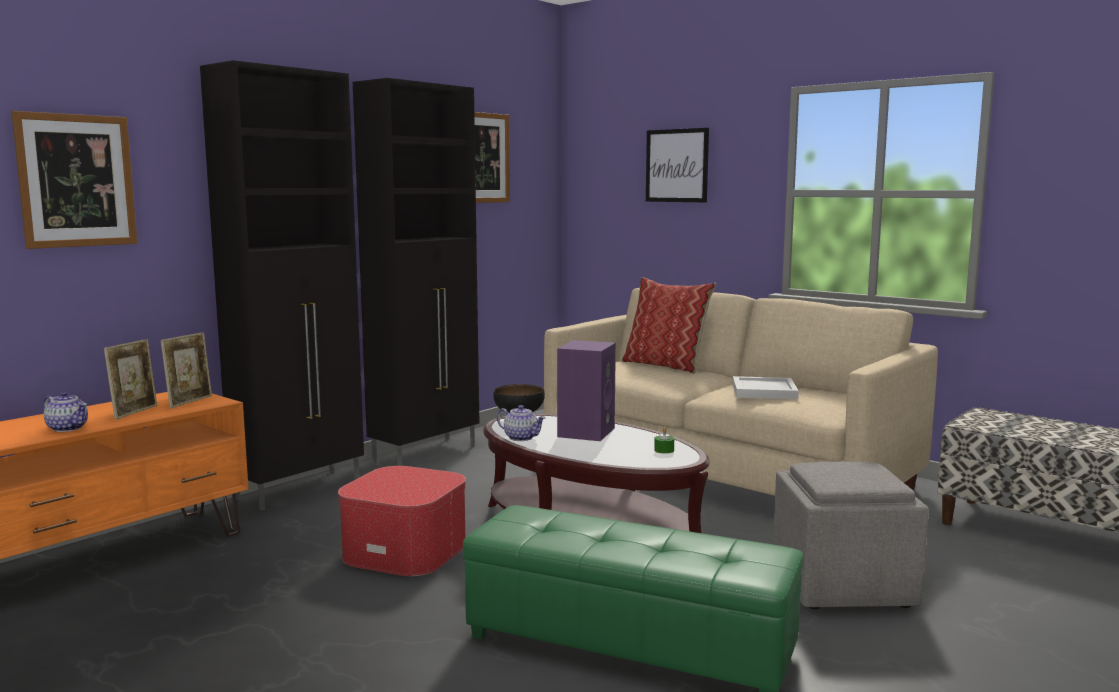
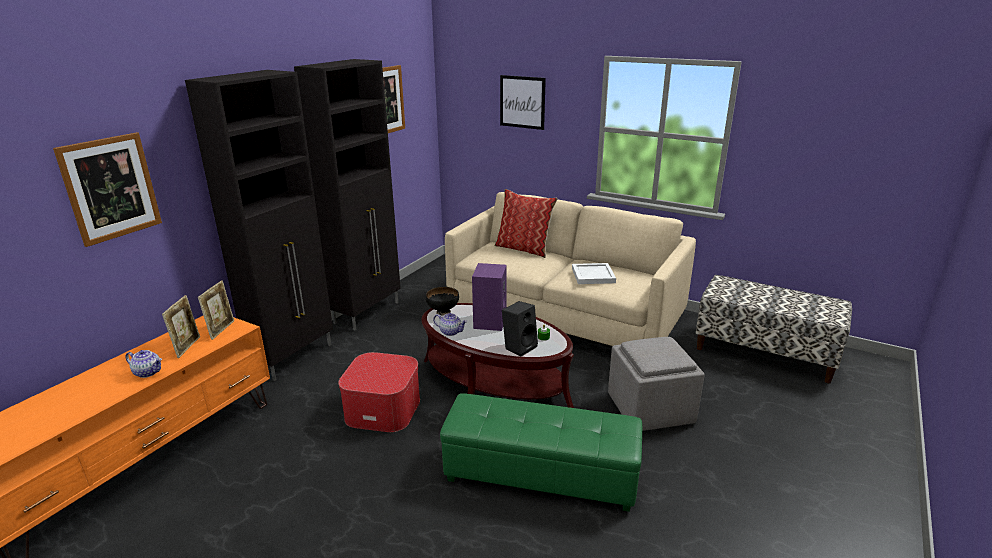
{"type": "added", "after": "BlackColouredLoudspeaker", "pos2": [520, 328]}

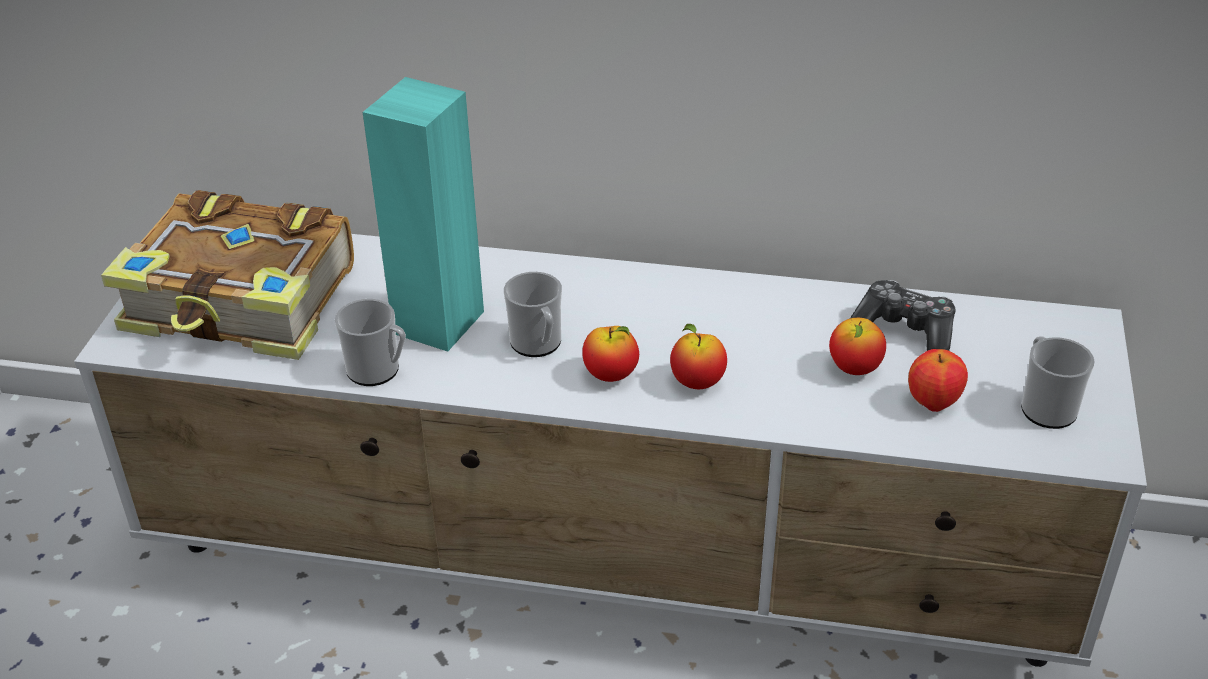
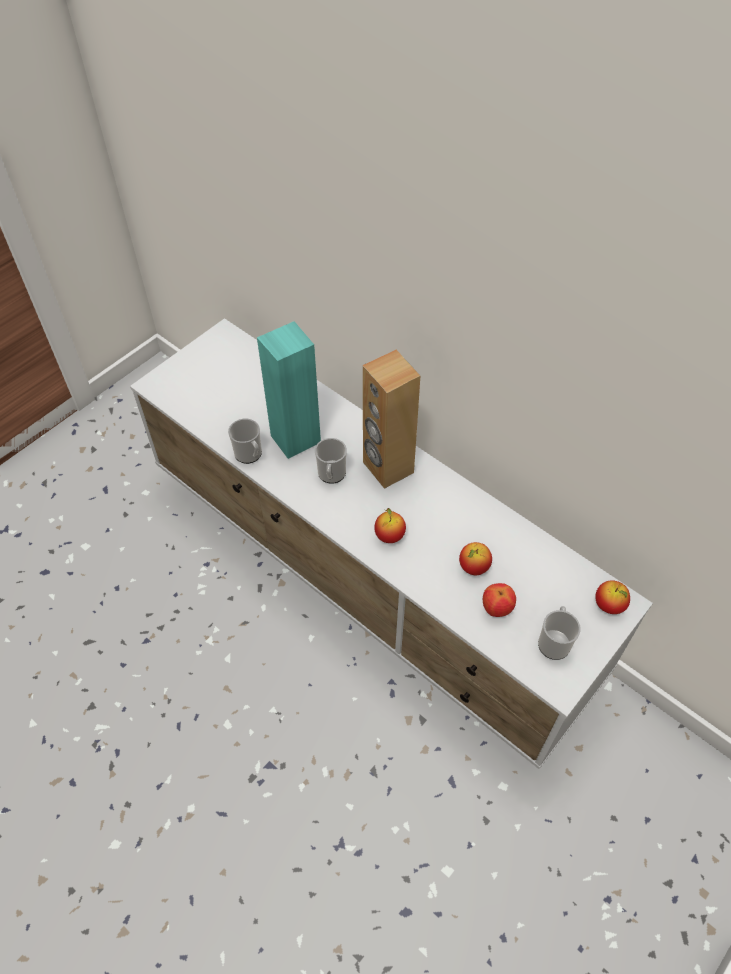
{"type": "removed", "before": "Volume", "pos1": [227, 275]}
{"type": "removed", "before": "GameController", "pos1": [903, 315]}
{"type": "moved", "before": "Apple", "pos1": [610, 354], "pos2": [612, 597]}
{"type": "added", "after": "BrownColouredLoudspeaker", "pos2": [391, 419]}

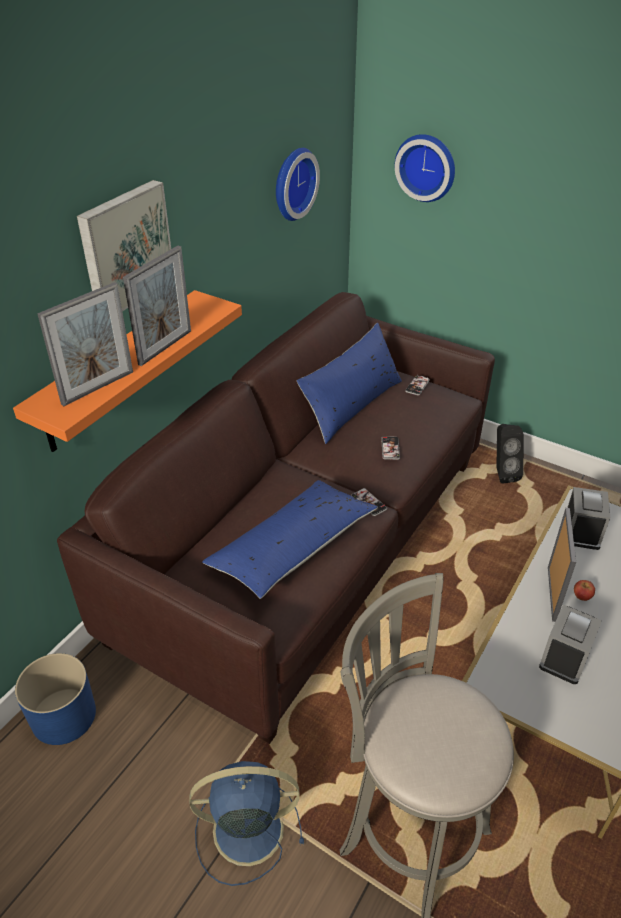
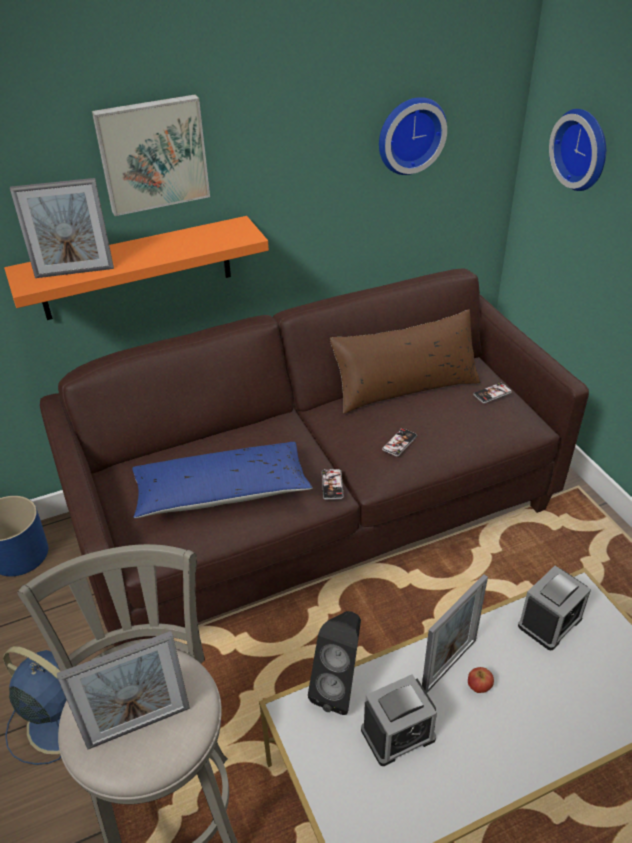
{"type": "moved", "before": "PictureFrame", "pos1": [157, 306], "pos2": [123, 690]}
{"type": "recoloured", "before": "BlueColouredThrowPillow", "after": "BrownColouredThrowPillow", "pos1": [349, 383], "pos2": [405, 362]}
{"type": "moved", "before": "BlackColouredLoudspeaker", "pos1": [510, 454], "pos2": [334, 663]}

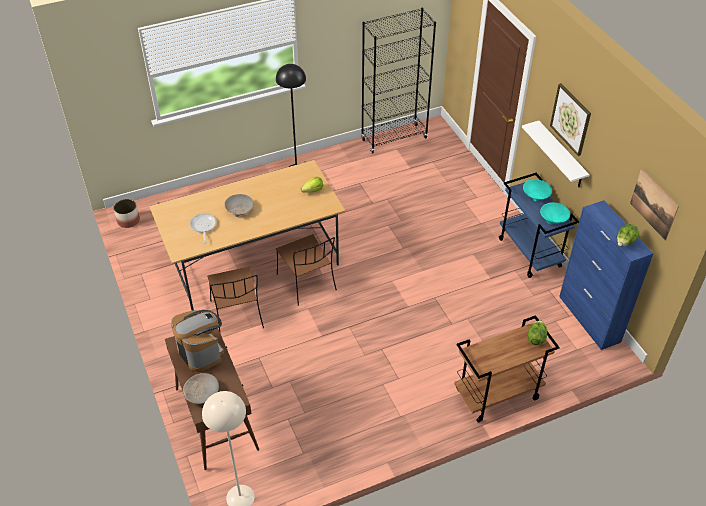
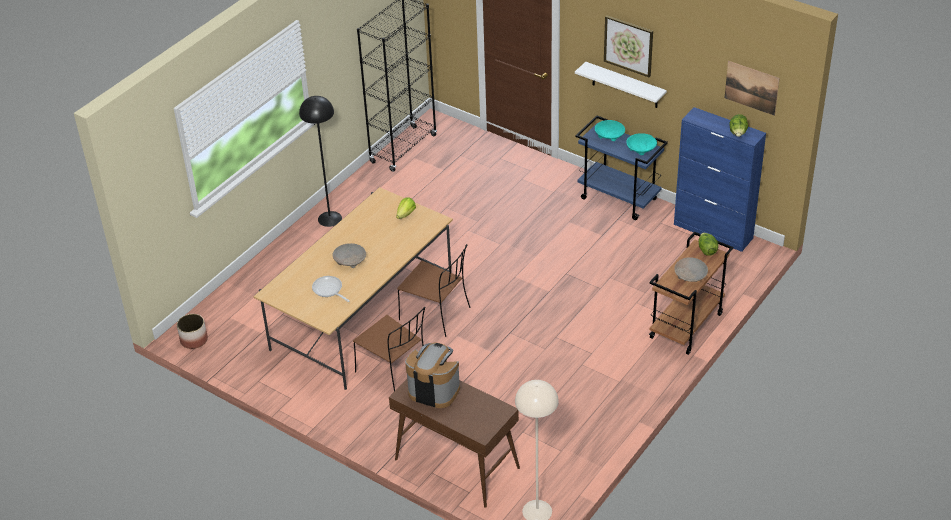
{"type": "moved", "before": "BeigeBowl", "pos1": [201, 388], "pos2": [691, 269]}

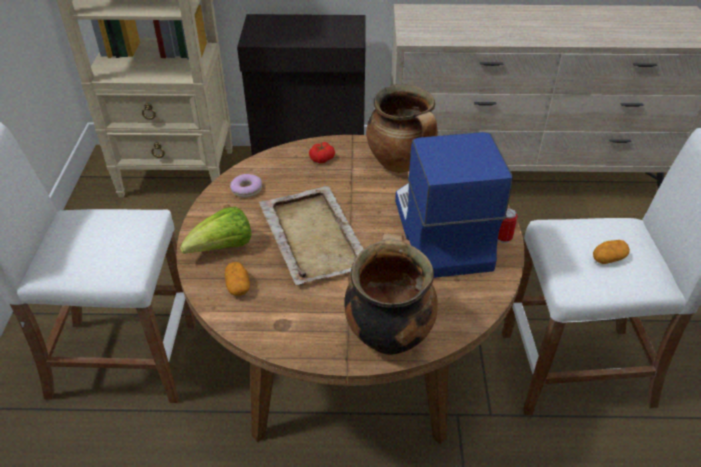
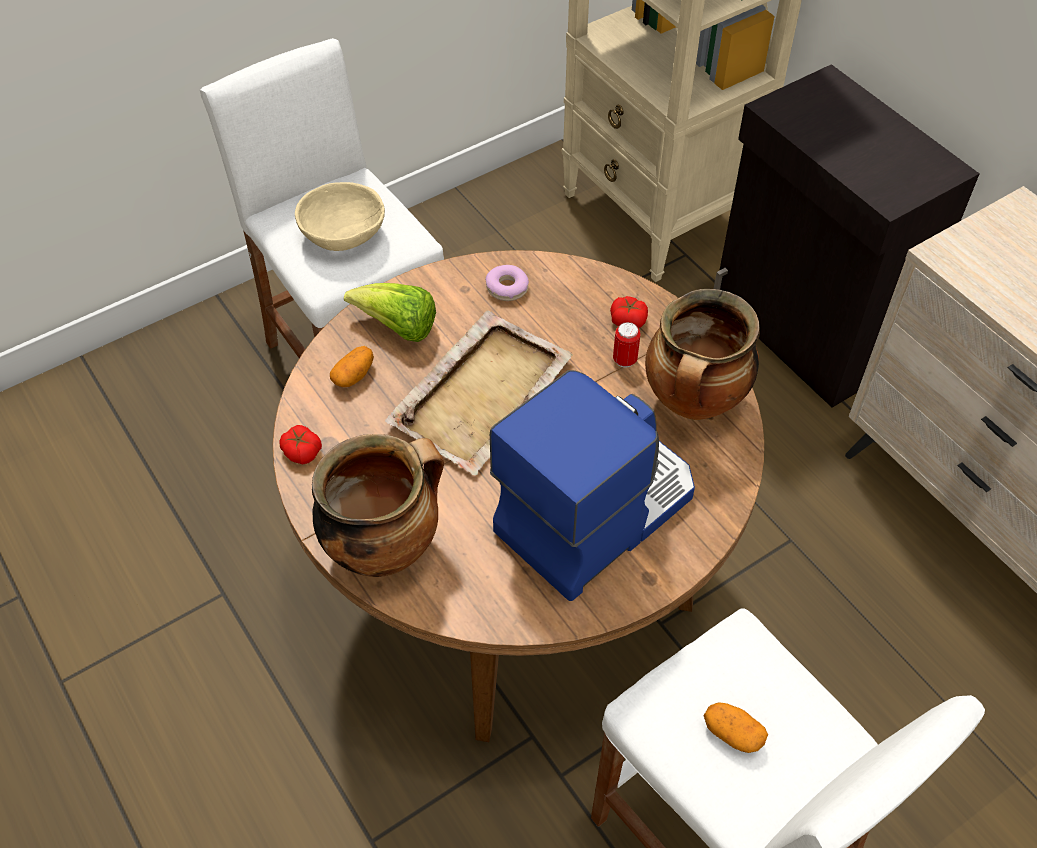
{"type": "moved", "before": "Can", "pos1": [508, 225], "pos2": [627, 345]}
{"type": "added", "after": "BeigeBowl", "pos2": [340, 216]}
{"type": "added", "after": "Tomato", "pos2": [300, 444]}

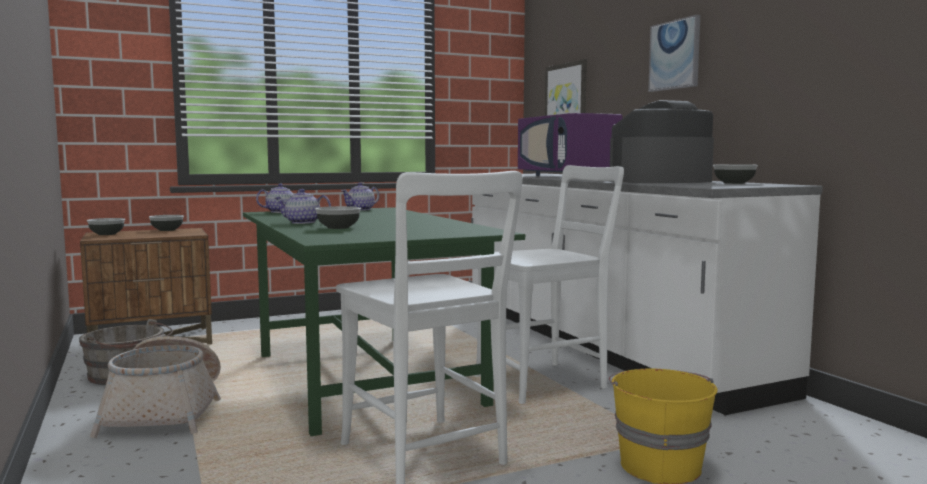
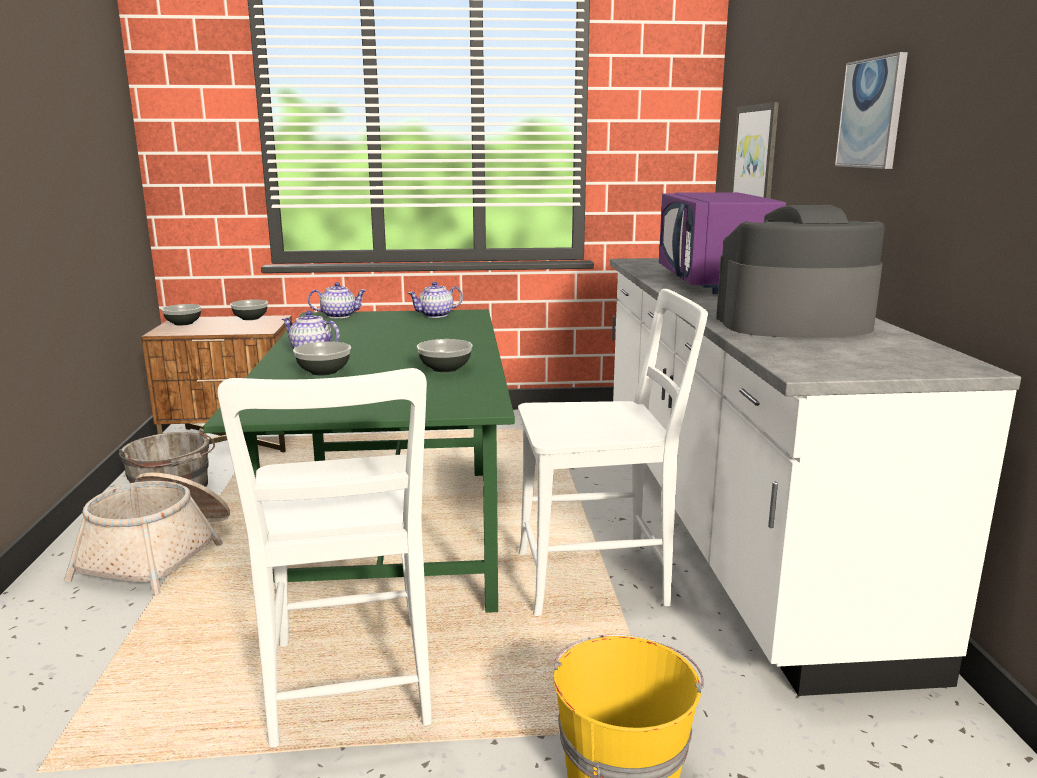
{"type": "moved", "before": "Bowl", "pos1": [735, 174], "pos2": [445, 355]}

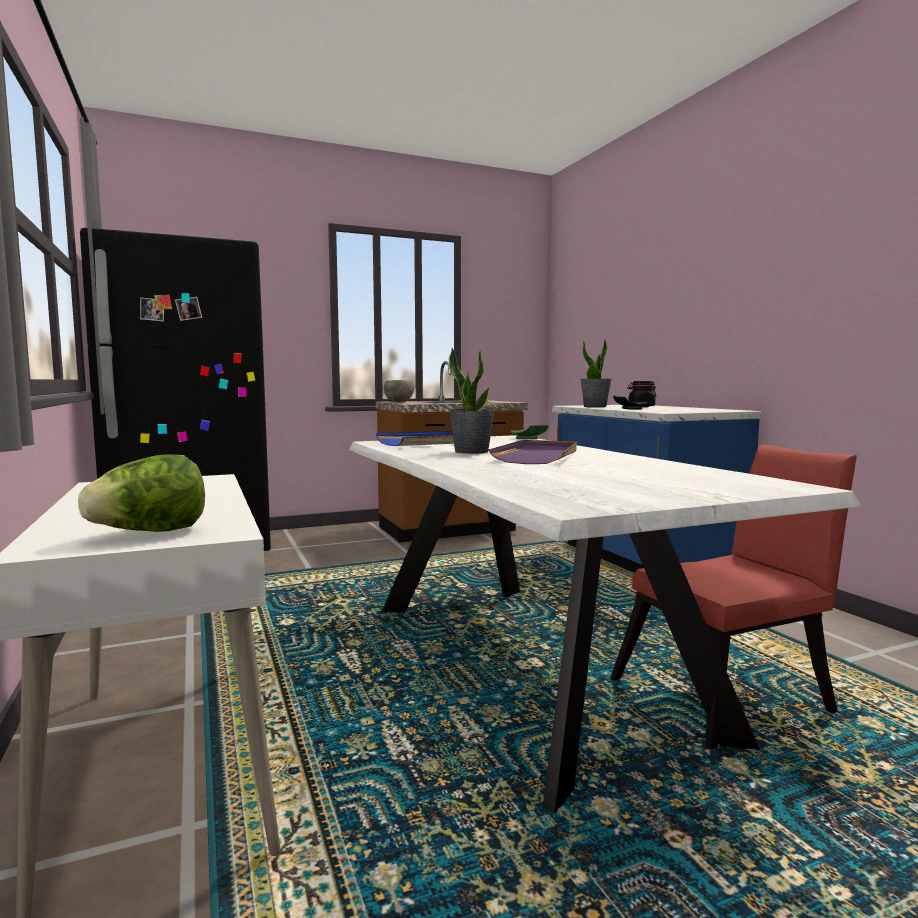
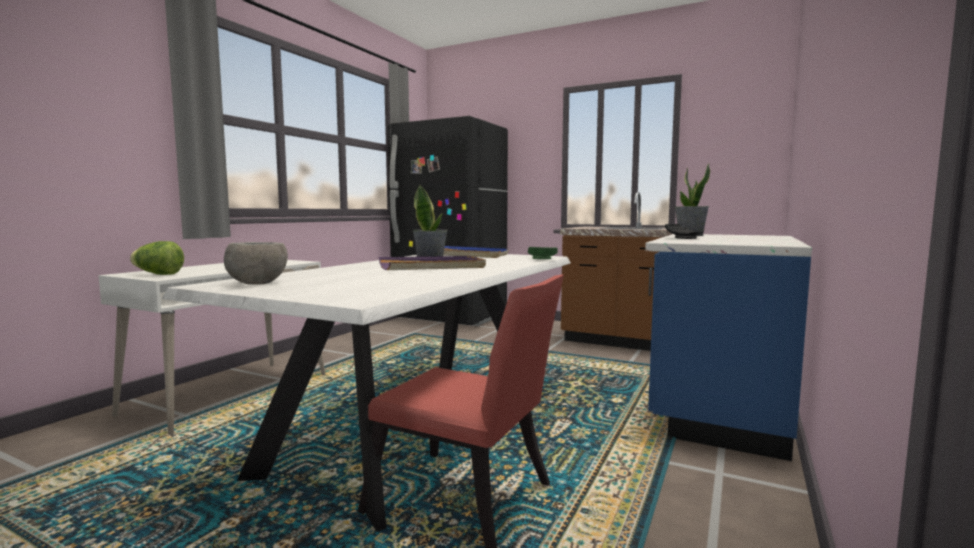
{"type": "moved", "before": "GrayBowl", "pos1": [399, 391], "pos2": [256, 263]}
{"type": "removed", "before": "BlackColouredPreserveJar", "pos1": [641, 394]}

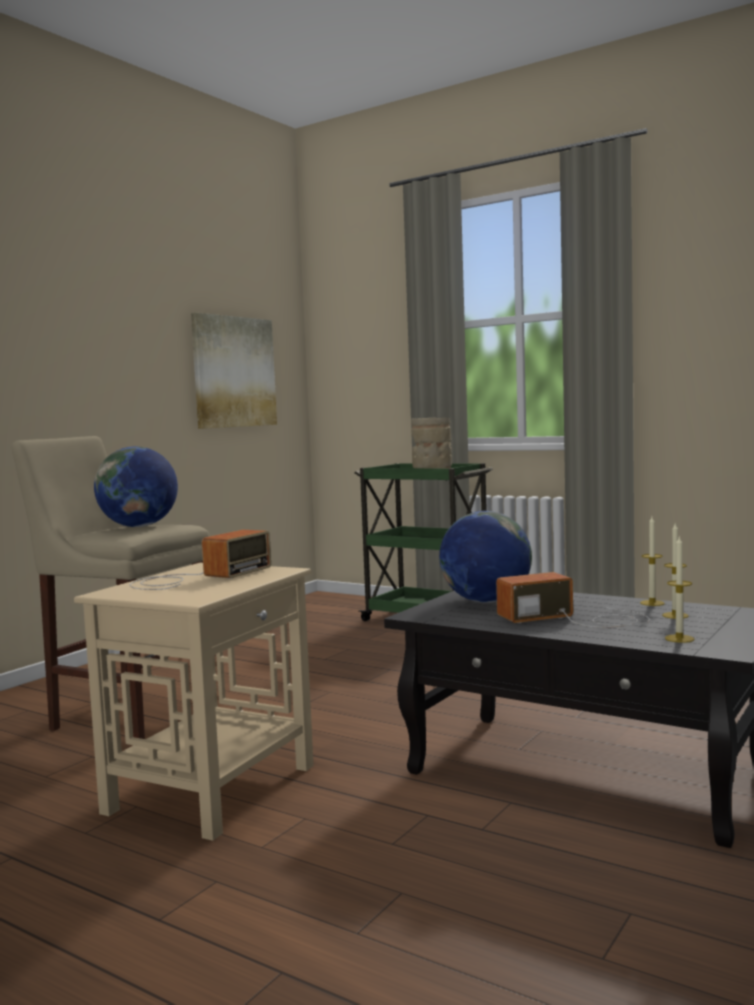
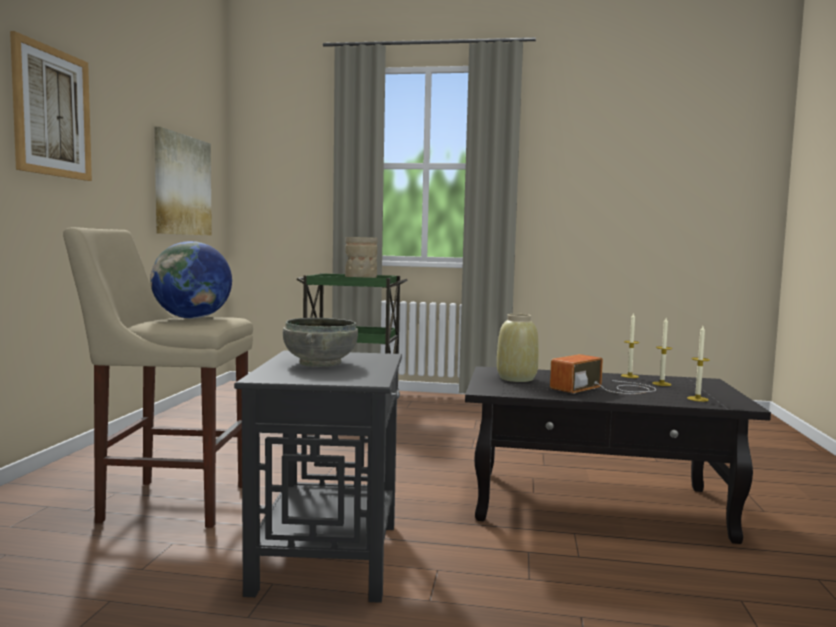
{"type": "replaced", "before": "Globe", "after": "BeigeDecorativeVase", "pos1": [485, 557], "pos2": [518, 348]}
{"type": "replaced", "before": "Radio", "after": "GrayBowl", "pos1": [200, 560], "pos2": [320, 342]}
{"type": "recoloured", "before": "BeigeSideTable", "after": "BlackColouredSideTable", "pos1": [194, 702], "pos2": [318, 477]}
{"type": "added", "after": "WallPicture", "pos2": [51, 106]}

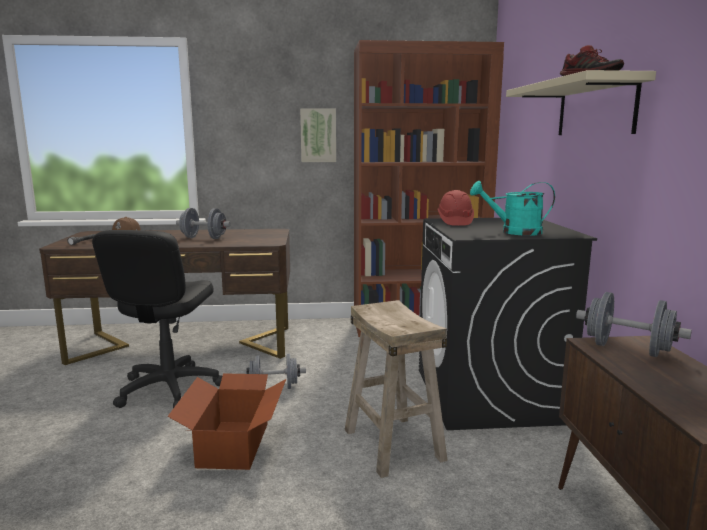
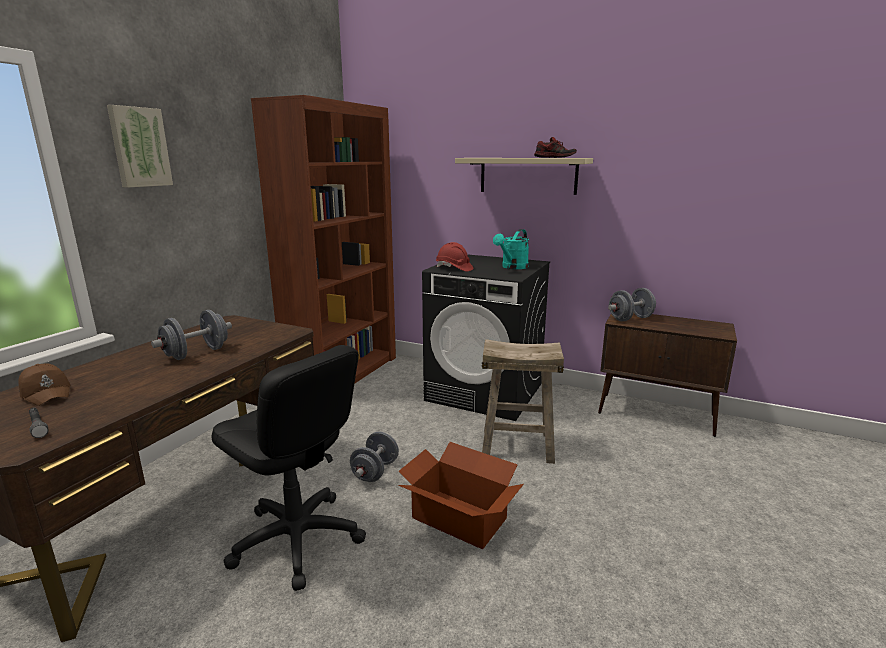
{"type": "moved", "before": "WallPicture", "pos1": [318, 135], "pos2": [140, 146]}

